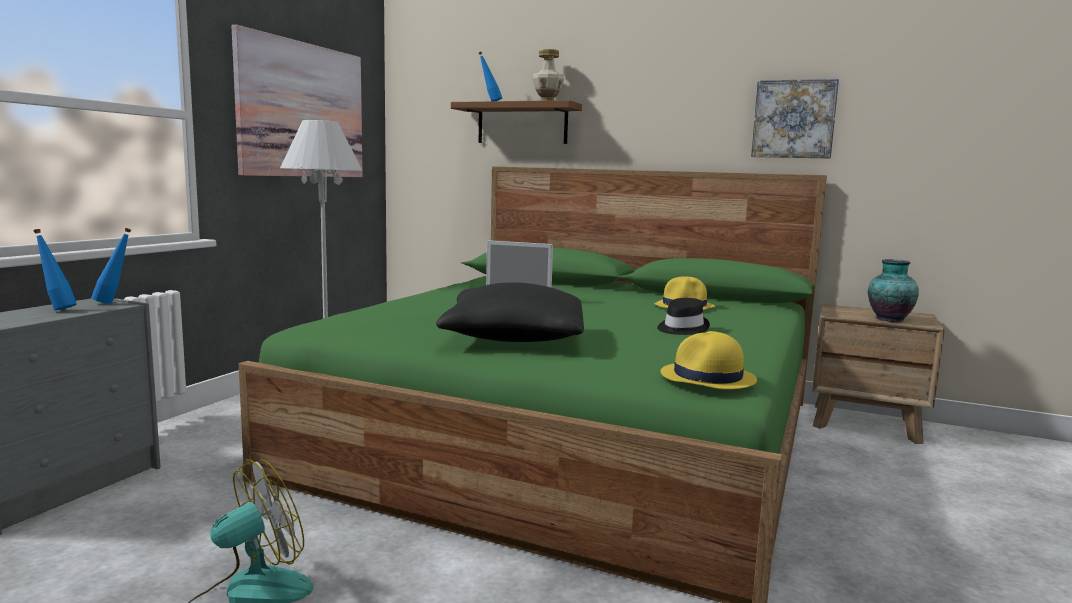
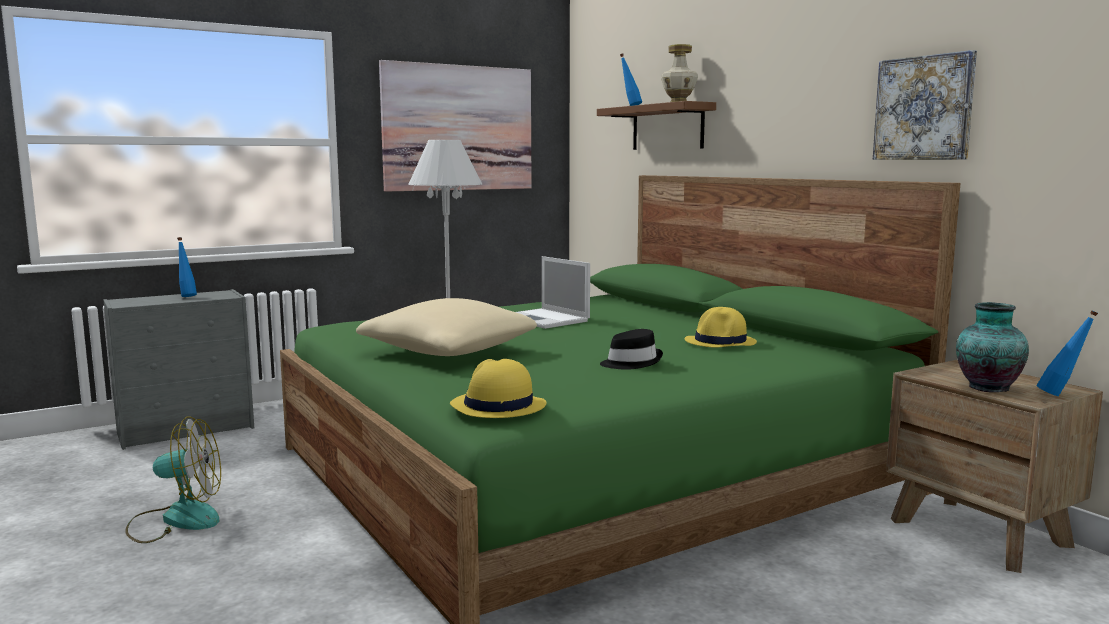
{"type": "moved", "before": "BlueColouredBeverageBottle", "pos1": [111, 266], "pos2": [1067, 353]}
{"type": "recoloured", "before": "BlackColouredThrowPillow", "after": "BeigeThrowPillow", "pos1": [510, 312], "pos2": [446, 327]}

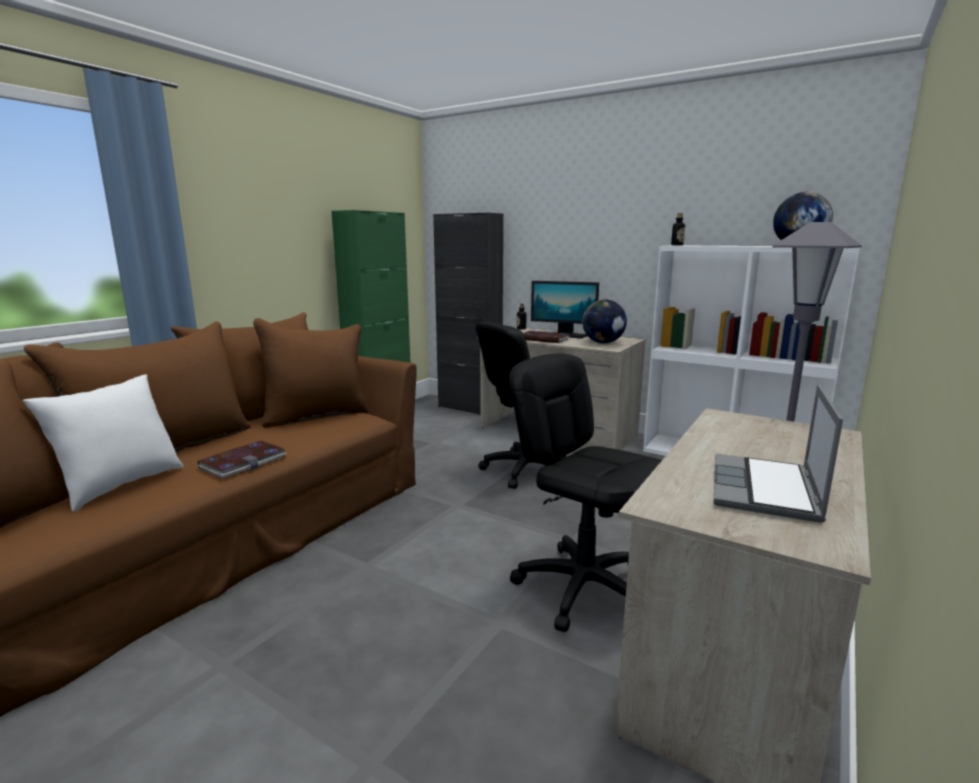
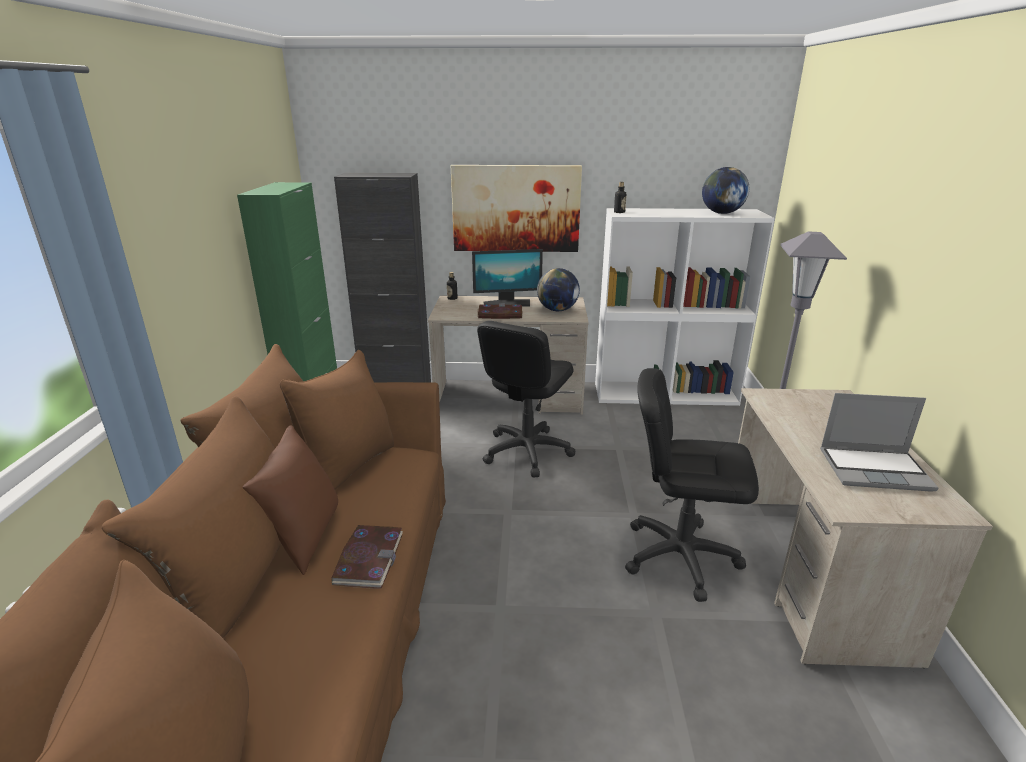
{"type": "removed", "before": "WhiteThrowPillow", "pos1": [103, 443]}
{"type": "turned", "before": "Laptop", "pos1": [778, 453], "pos2": [879, 442], "turn": -75}
{"type": "added", "after": "WallPicture", "pos2": [516, 208]}
{"type": "added", "after": "BrownColouredThrowPillow", "pos2": [290, 500]}

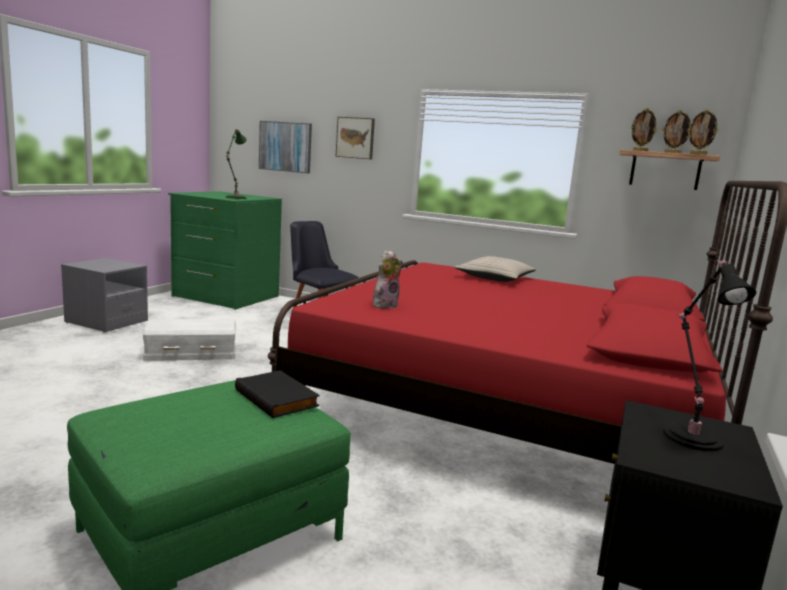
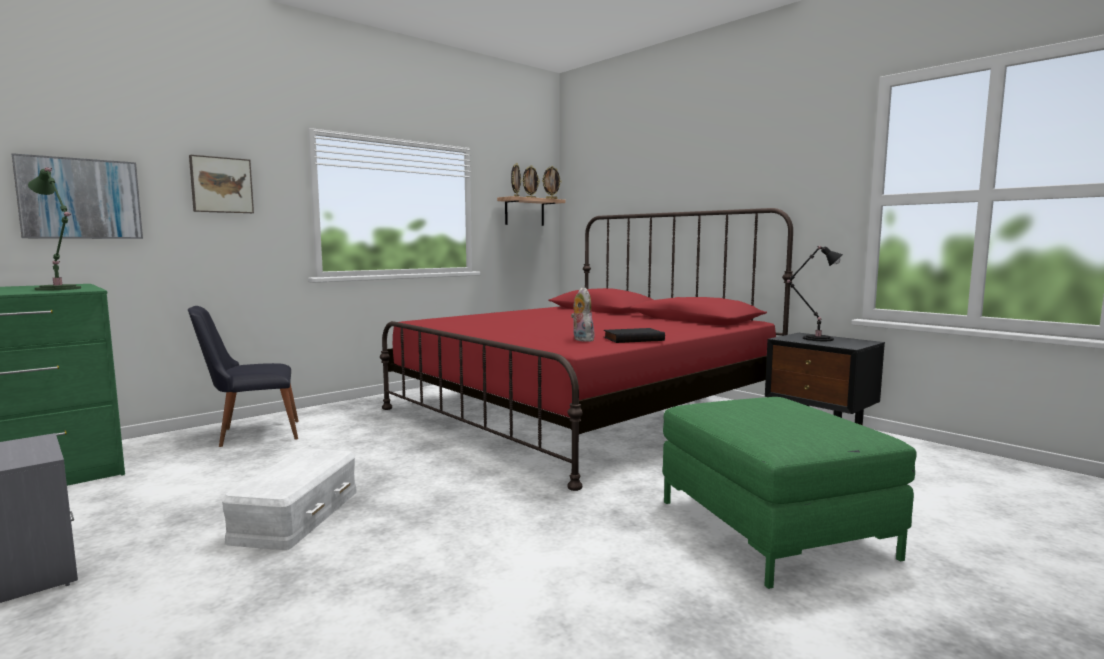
{"type": "removed", "before": "BeigeThrowPillow", "pos1": [495, 269]}
{"type": "moved", "before": "BlackColouredVolume", "pos1": [277, 394], "pos2": [634, 335]}

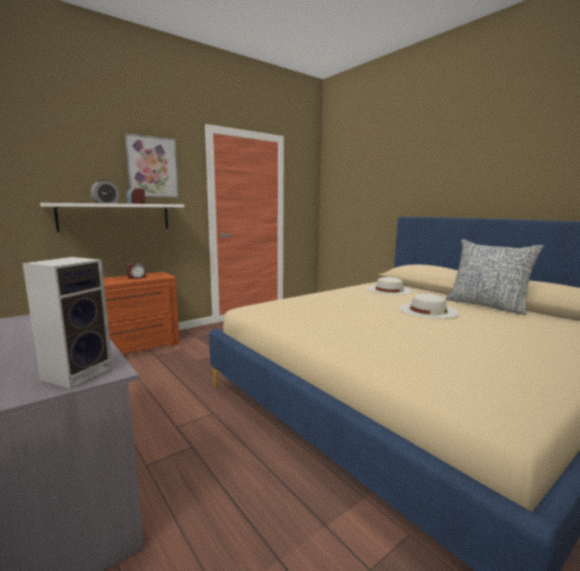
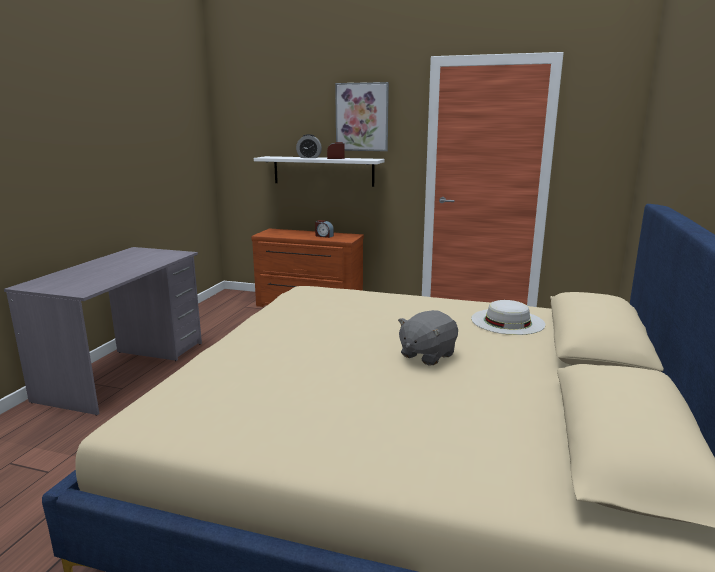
{"type": "removed", "before": "ThrowPillow", "pos1": [494, 277]}
{"type": "removed", "before": "Loudspeaker", "pos1": [67, 323]}
{"type": "replaced", "before": "WhiteClothingHat", "after": "GraySoftToy", "pos1": [429, 306], "pos2": [428, 337]}

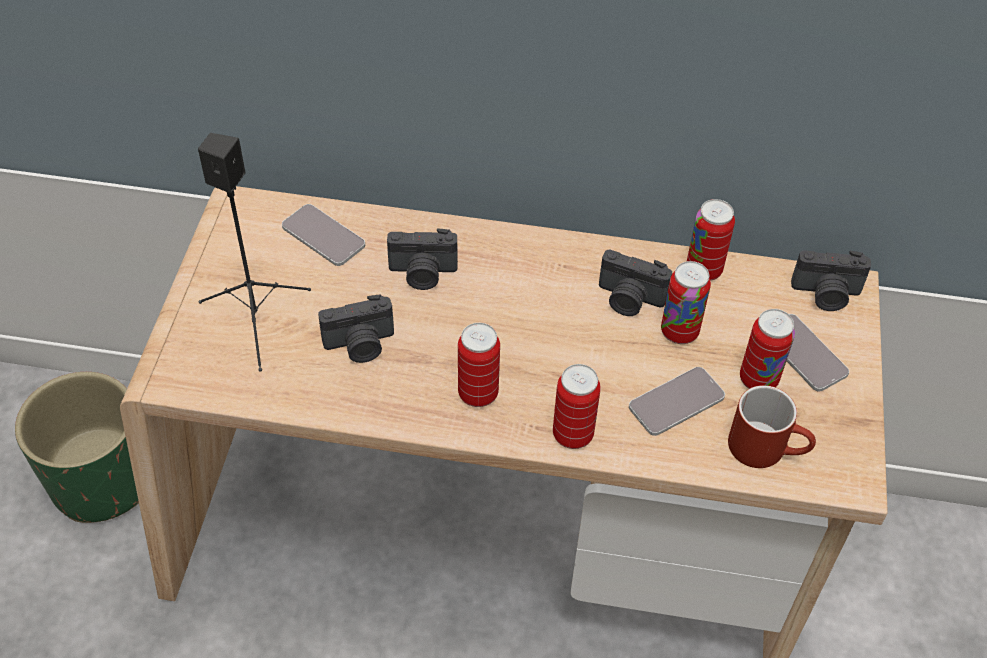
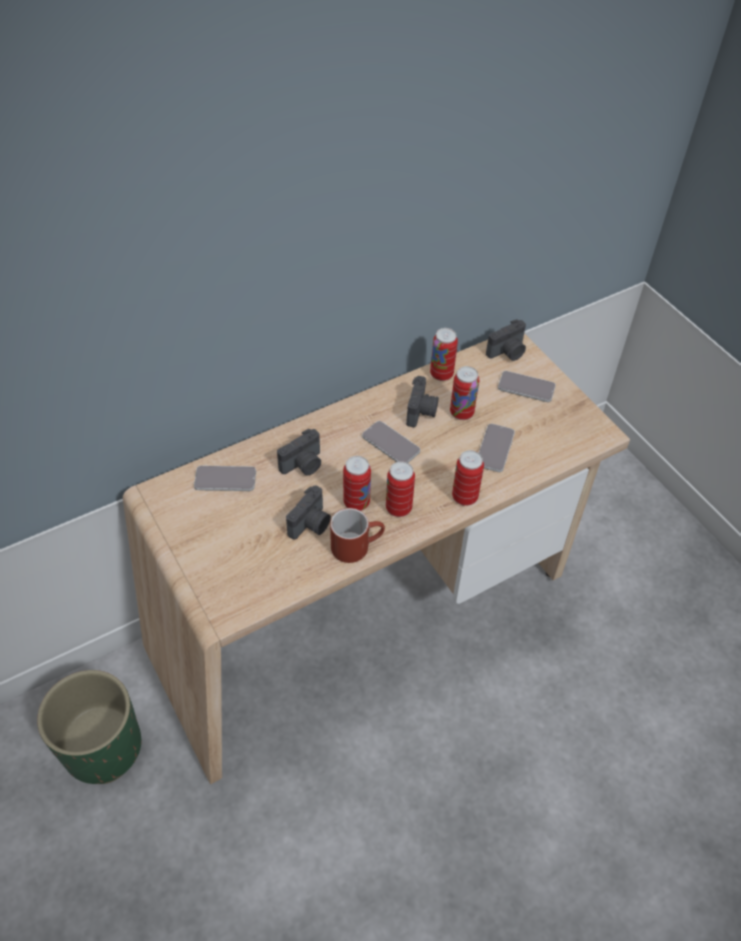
{"type": "removed", "before": "BlackColouredLoudspeaker", "pos1": [254, 252]}
{"type": "turned", "before": "StillCamera", "pos1": [635, 283], "pos2": [422, 401], "turn": -60}
{"type": "moved", "before": "Can", "pos1": [767, 349], "pos2": [357, 483]}
{"type": "moved", "before": "ReddishMug", "pos1": [772, 426], "pos2": [357, 535]}
{"type": "added", "after": "Telephone", "pos2": [391, 442]}

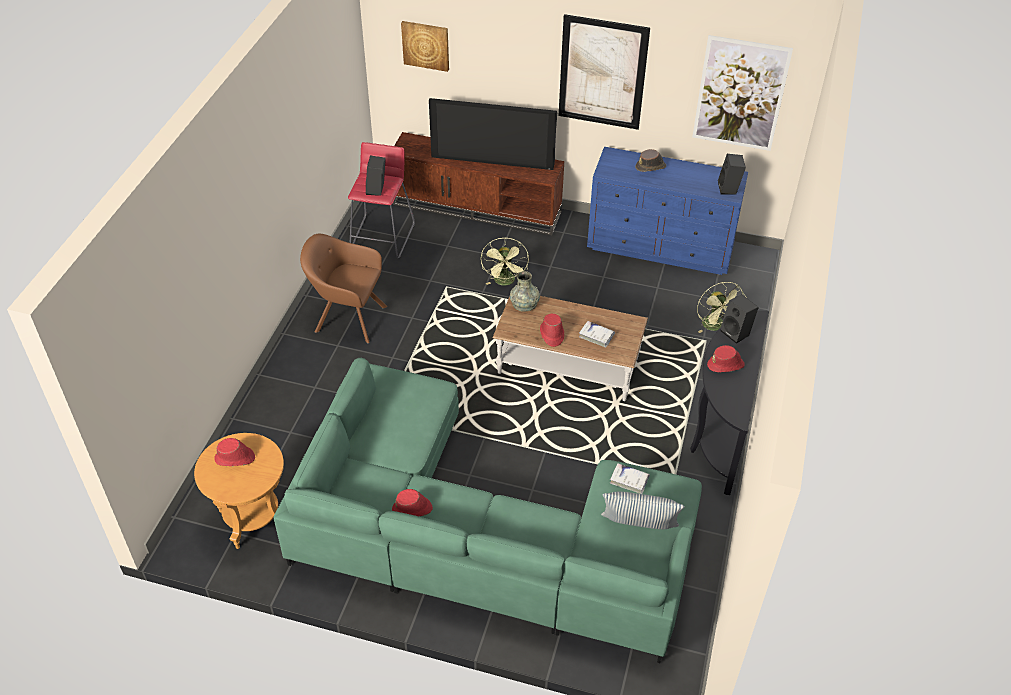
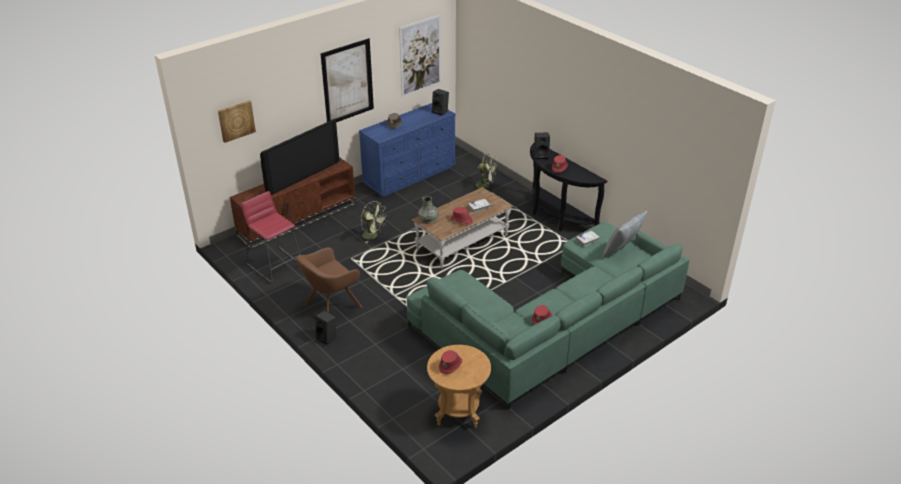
{"type": "moved", "before": "BlackColouredLoudspeaker", "pos1": [376, 175], "pos2": [326, 328]}

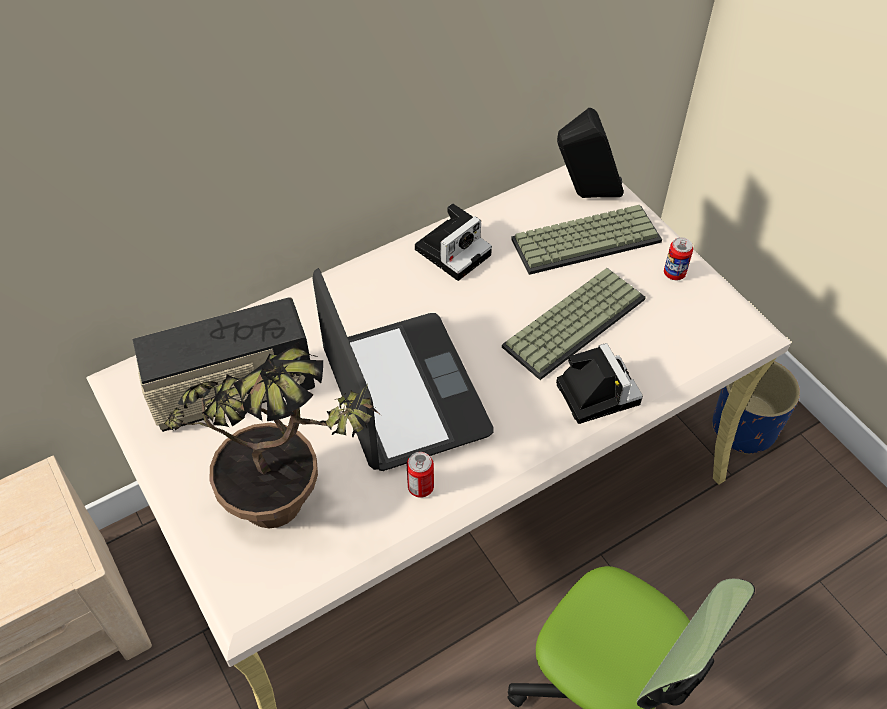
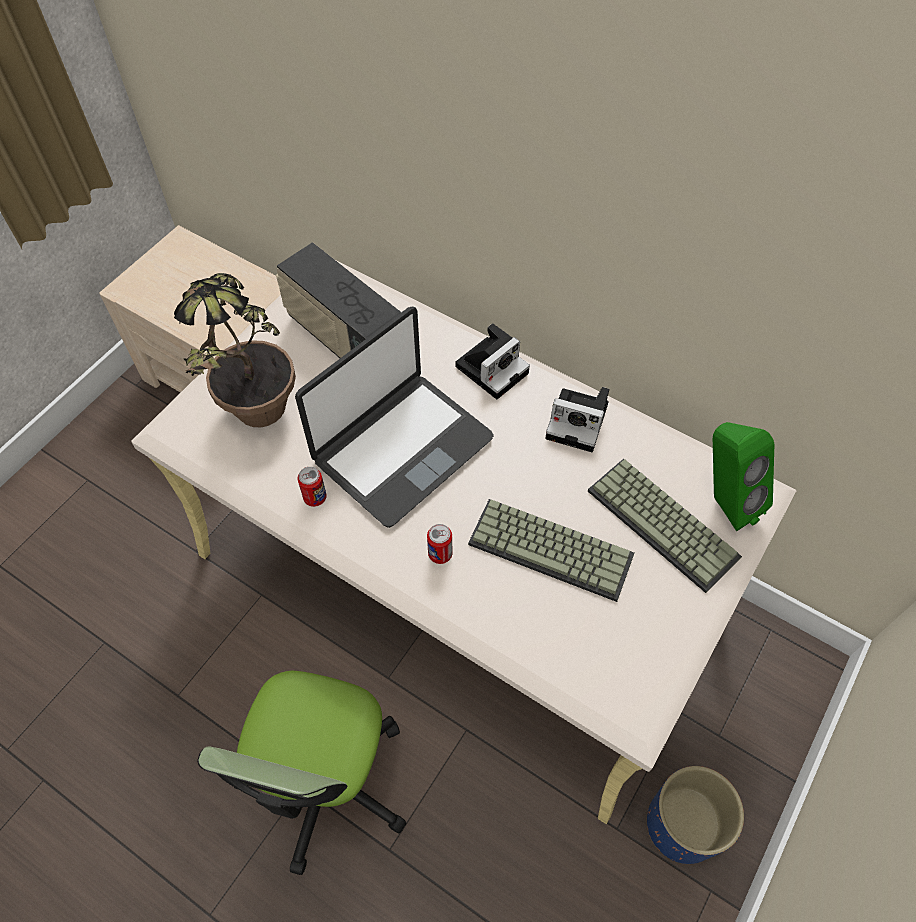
{"type": "recoloured", "before": "BlackColouredLoudspeaker", "after": "GreenishLoudspeaker", "pos1": [590, 153], "pos2": [743, 476]}
{"type": "moved", "before": "Can", "pos1": [678, 258], "pos2": [439, 544]}
{"type": "moved", "before": "StillCamera", "pos1": [599, 383], "pos2": [492, 361]}

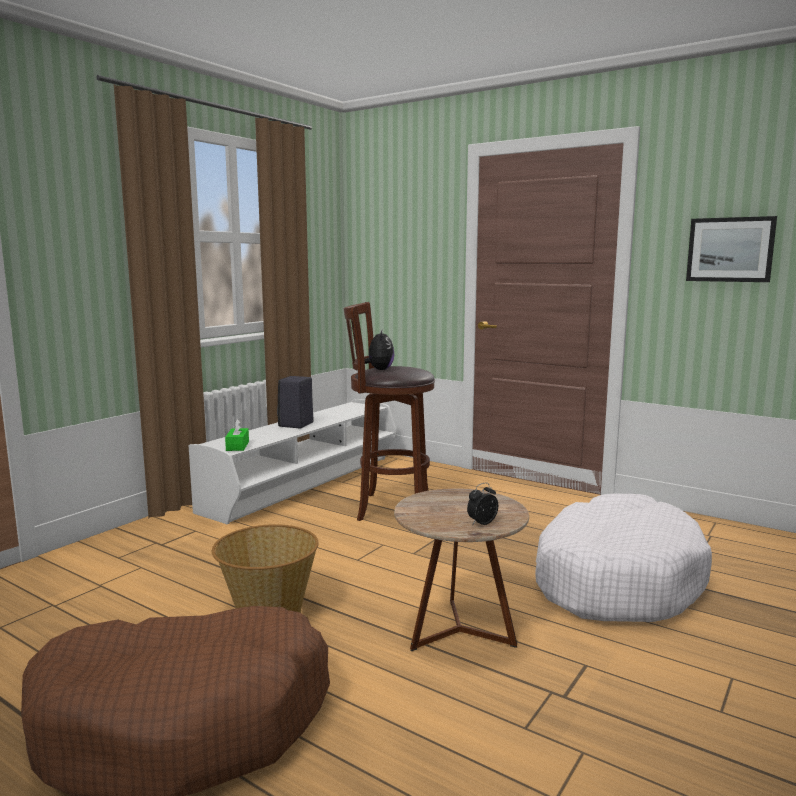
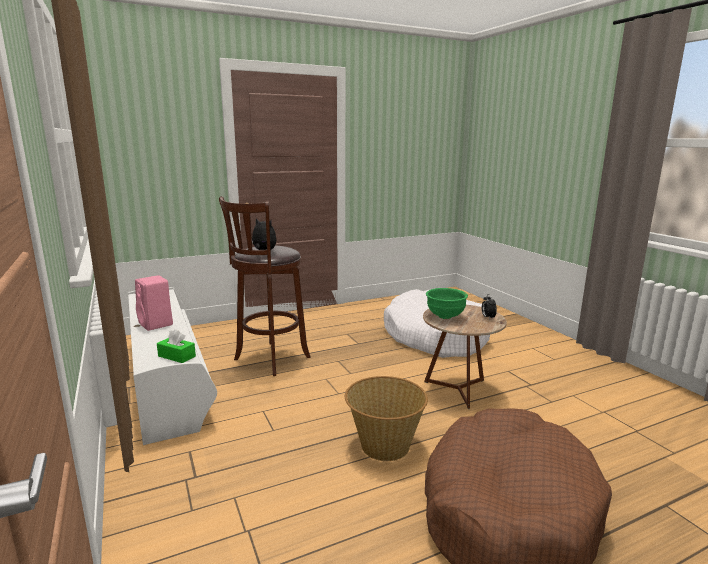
{"type": "removed", "before": "WallPicture", "pos1": [731, 249]}
{"type": "recoloured", "before": "BlackColouredLoudspeaker", "after": "PinkColouredLoudspeaker", "pos1": [295, 402], "pos2": [154, 303]}
{"type": "added", "after": "GreenishBowl", "pos2": [447, 303]}

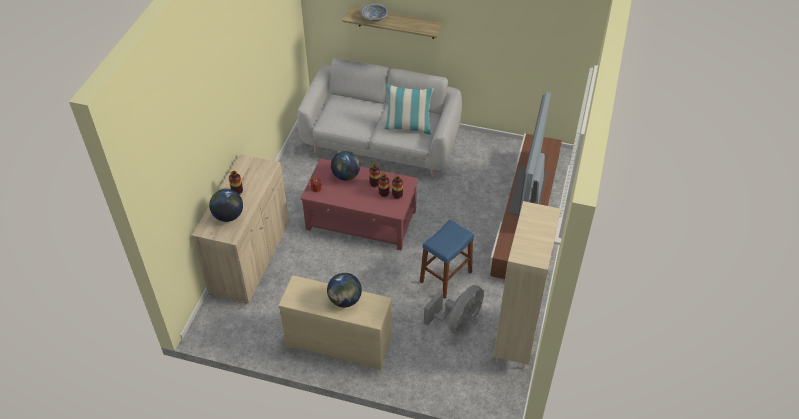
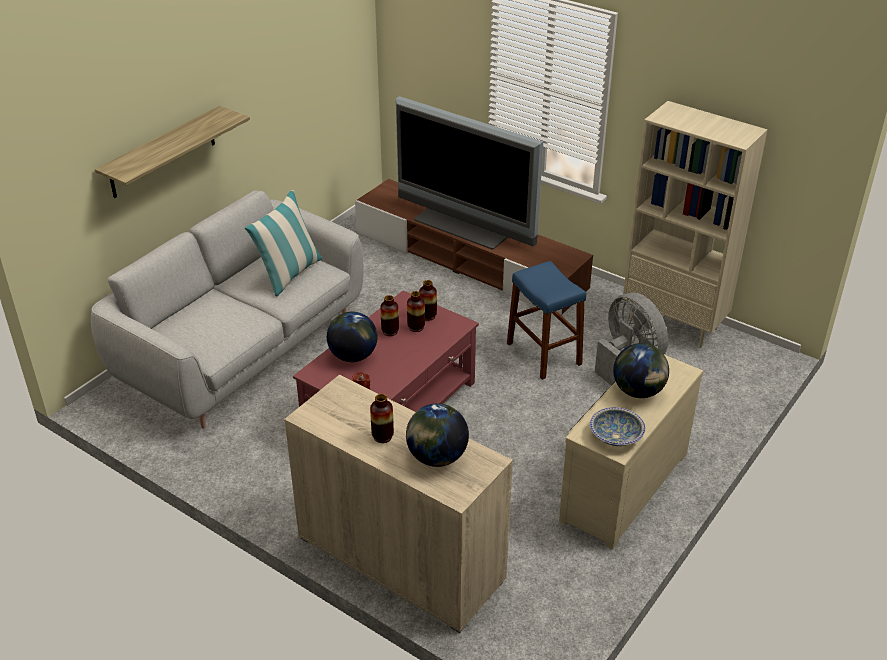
{"type": "moved", "before": "Bowl", "pos1": [374, 12], "pos2": [618, 426]}

